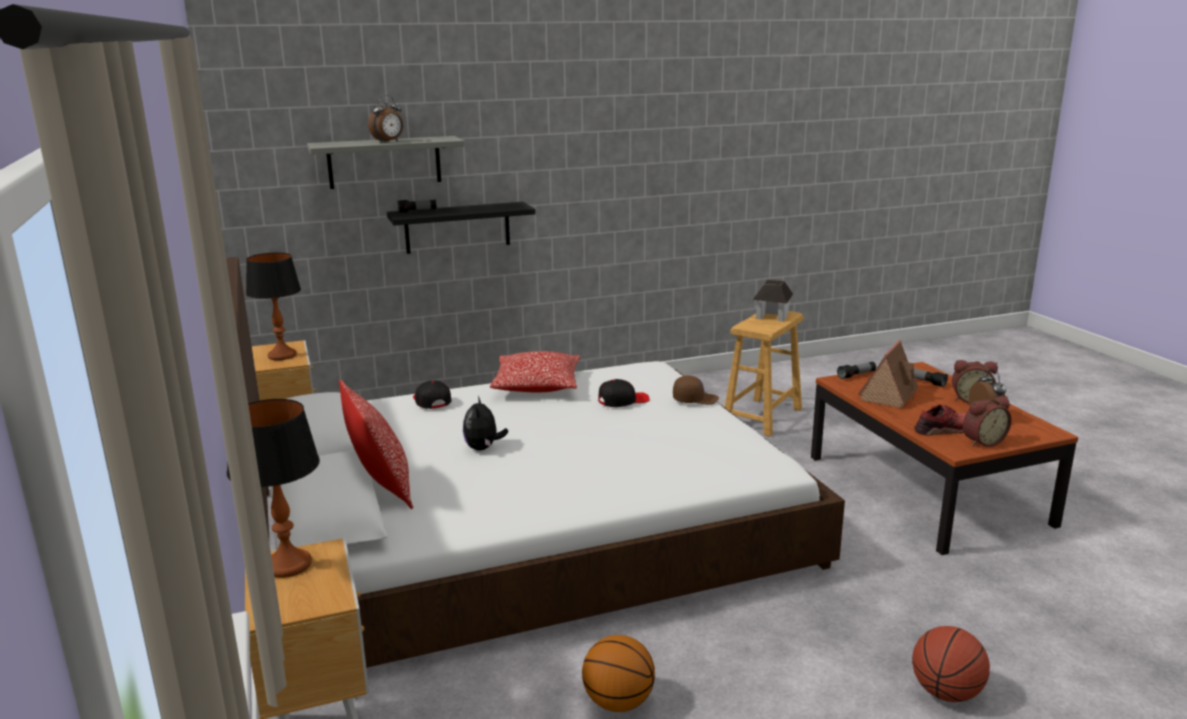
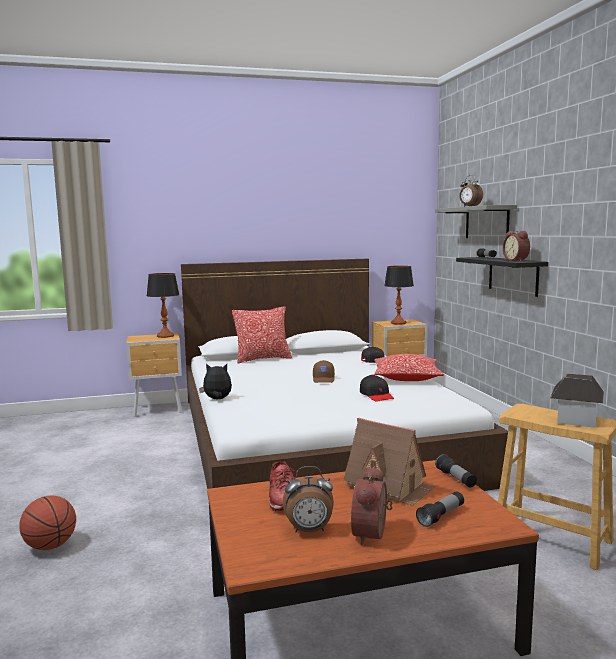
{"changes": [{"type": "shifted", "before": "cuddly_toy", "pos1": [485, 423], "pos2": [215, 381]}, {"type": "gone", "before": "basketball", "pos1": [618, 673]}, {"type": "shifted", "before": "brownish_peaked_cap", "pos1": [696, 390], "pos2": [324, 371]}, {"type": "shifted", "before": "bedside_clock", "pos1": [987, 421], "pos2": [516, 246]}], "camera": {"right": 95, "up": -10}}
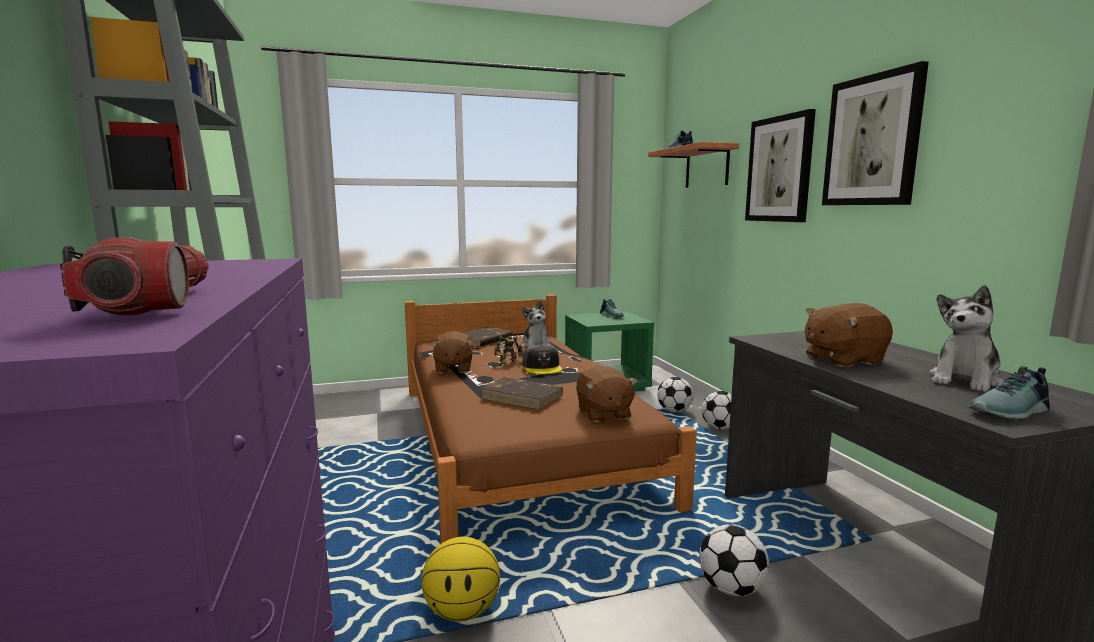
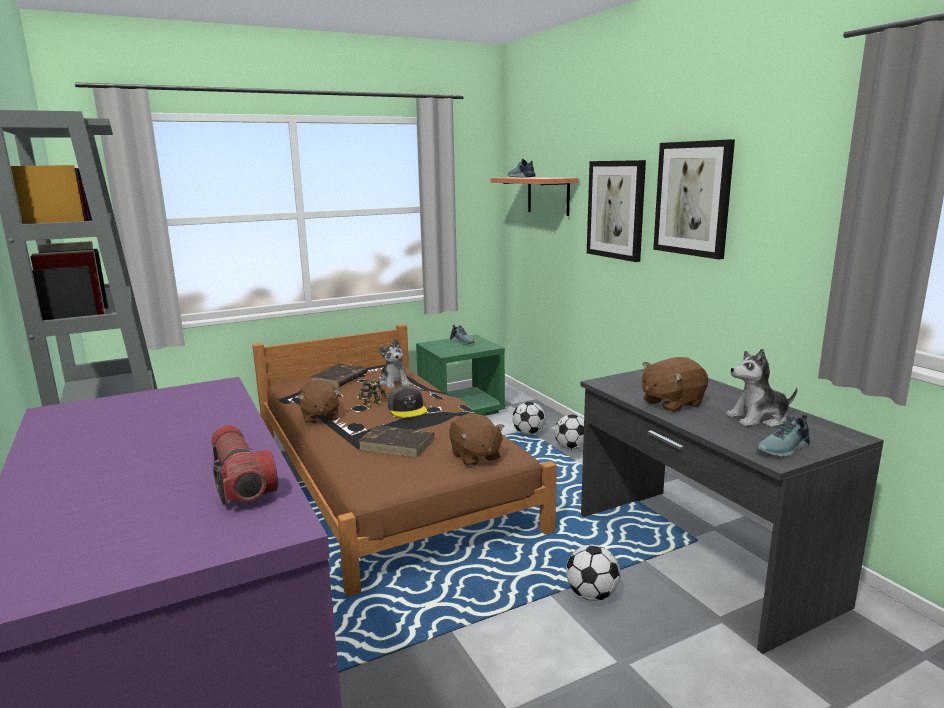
{"changes": [{"type": "gone", "before": "basketball", "pos1": [461, 579]}, {"type": "rotated", "before": "cuddly_toy", "pos1": [966, 338], "pos2": [761, 388], "turn": 45}], "camera": {"right": -10, "up": 5}}
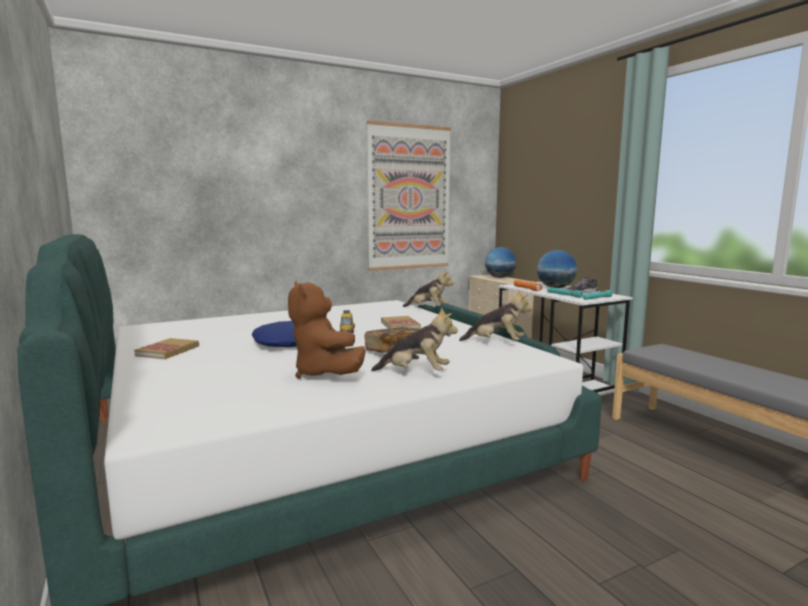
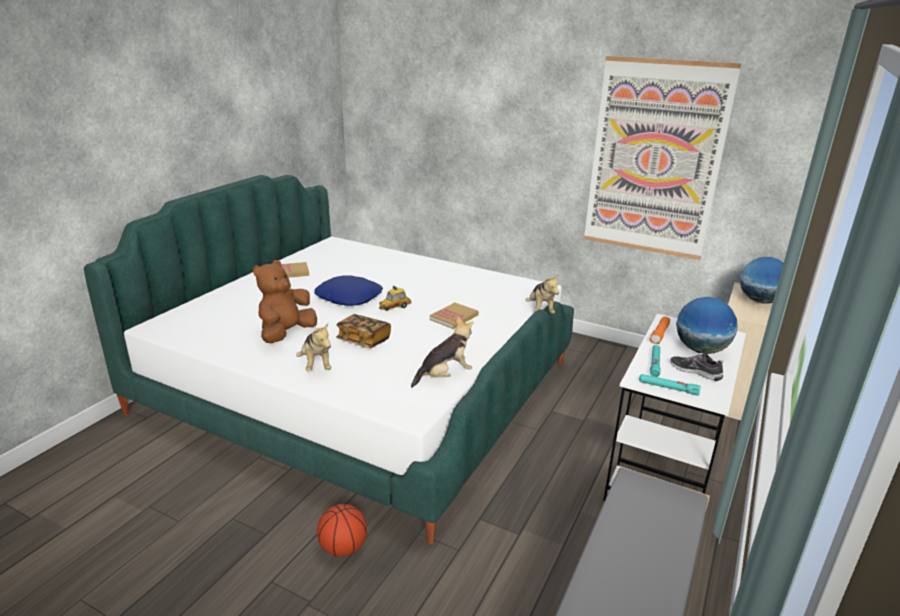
{"changes": [{"type": "rotated", "before": "cuddly_toy", "pos1": [495, 315], "pos2": [442, 352], "turn": -105}, {"type": "new", "after": "basketball", "pos2": [342, 530]}], "camera": {"right": 55, "up": 15}}
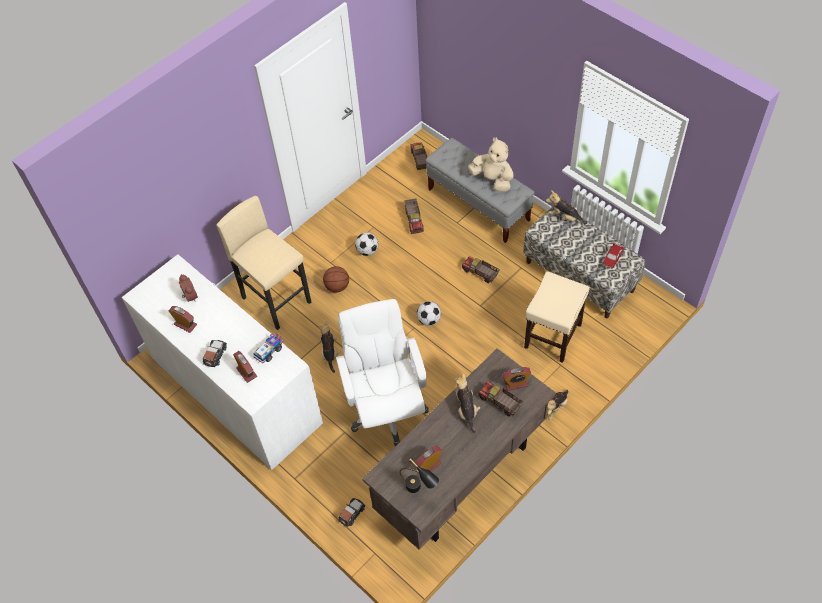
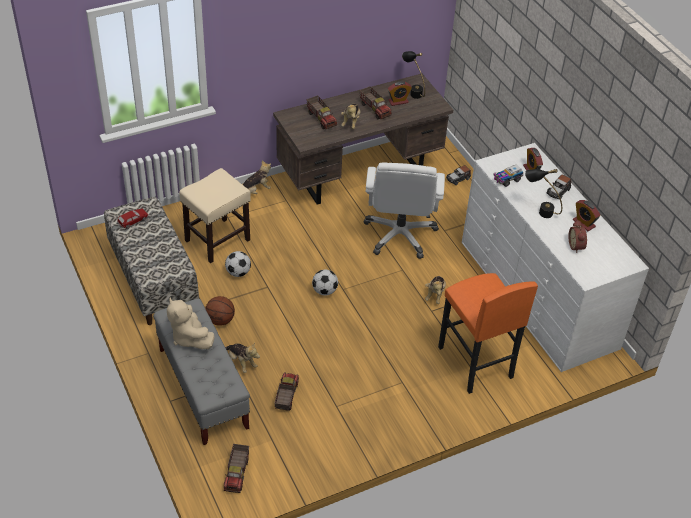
{"changes": [{"type": "repainted", "before": "beige_stool_seat", "after": "orange_stool_seat", "pos1": [263, 263], "pos2": [488, 333]}, {"type": "shifted", "before": "basketball", "pos1": [336, 279], "pos2": [220, 311]}, {"type": "shifted", "before": "ball_for_football", "pos1": [366, 244], "pos2": [238, 264]}, {"type": "shifted", "before": "model_truck", "pos1": [481, 269], "pos2": [376, 102]}, {"type": "gone", "before": "bedside_clock", "pos1": [516, 379]}, {"type": "shifted", "before": "cuddly_toy", "pos1": [566, 207], "pos2": [242, 358]}, {"type": "new", "after": "black-coloured_tabletop_lamp", "pos2": [543, 193]}], "camera": {"right": -165, "up": -10}}
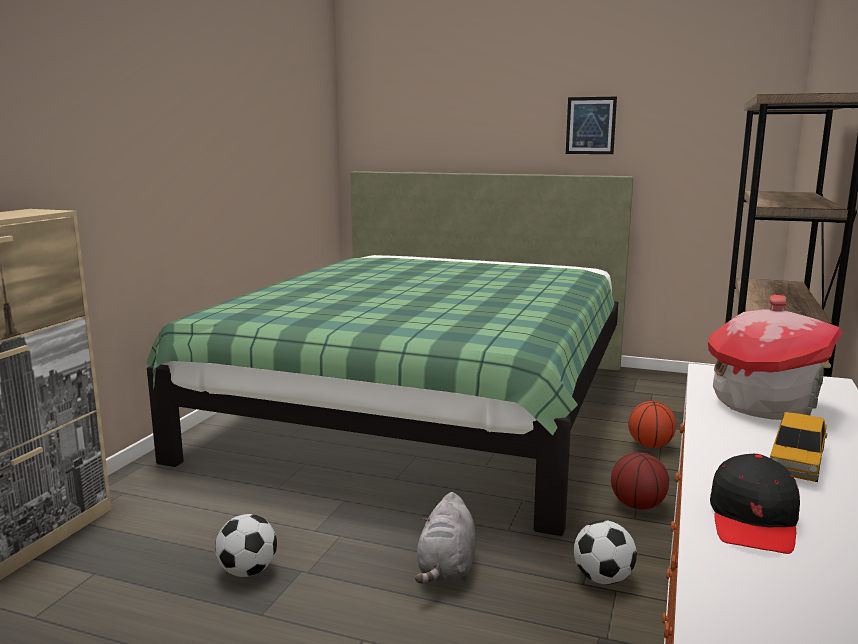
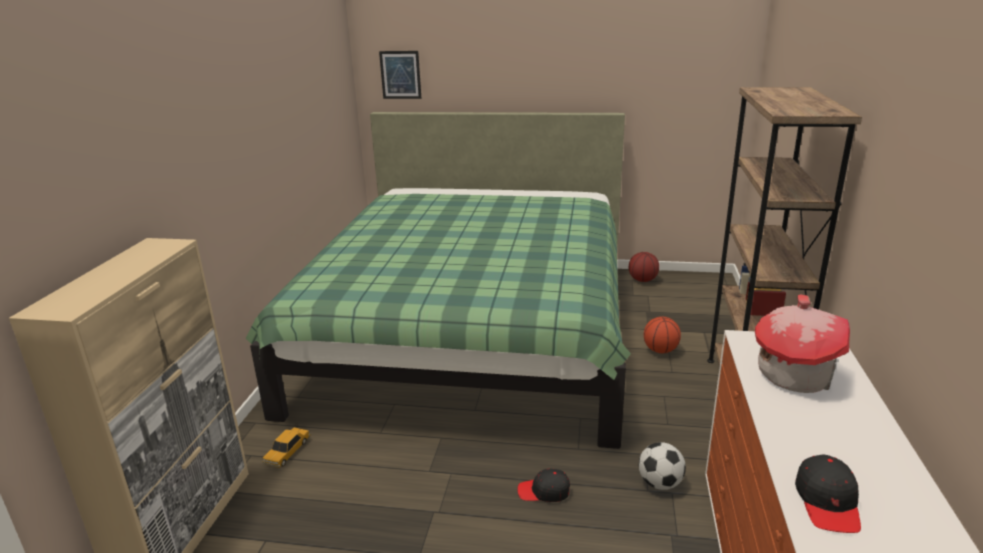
{"changes": [{"type": "gone", "before": "ball_for_football", "pos1": [246, 545]}, {"type": "swapped", "before": "greyish_cuddly_toy", "after": "black-coloured_peaked_cap", "pos1": [445, 538], "pos2": [543, 485]}, {"type": "shifted", "before": "picture", "pos1": [591, 125], "pos2": [400, 75]}, {"type": "shifted", "before": "basketball", "pos1": [640, 481], "pos2": [644, 267]}, {"type": "shifted", "before": "model_car", "pos1": [798, 447], "pos2": [287, 447]}], "camera": {"right": -10, "up": 10}}
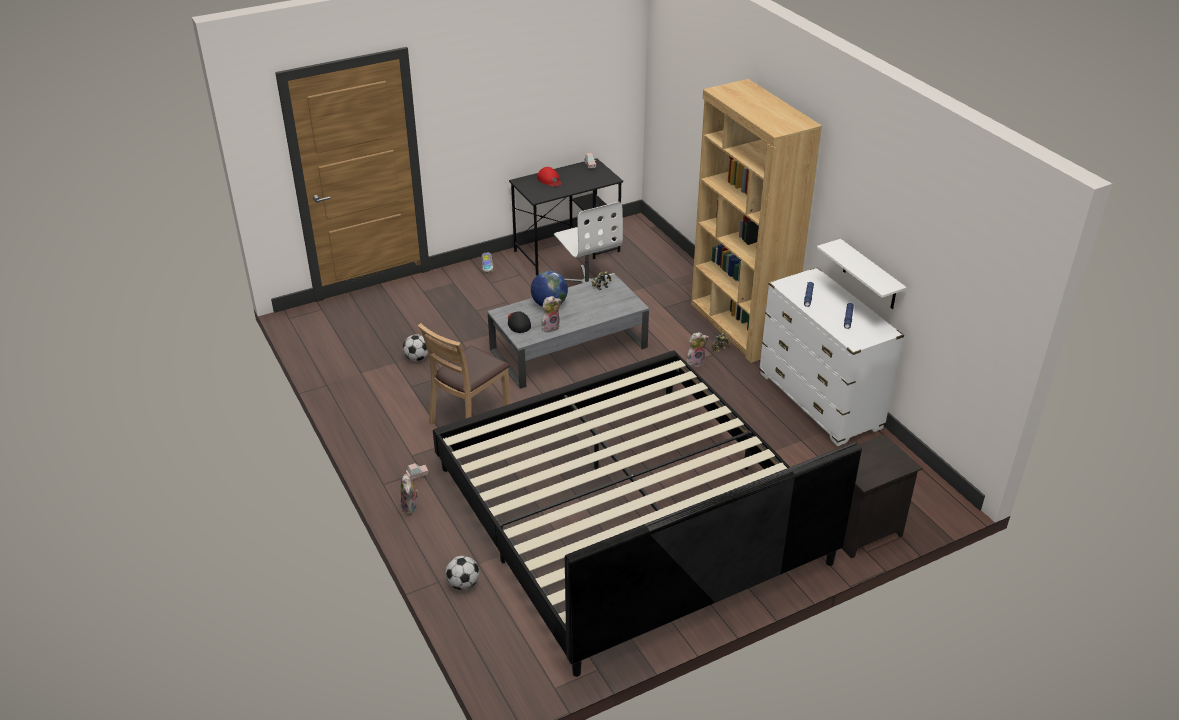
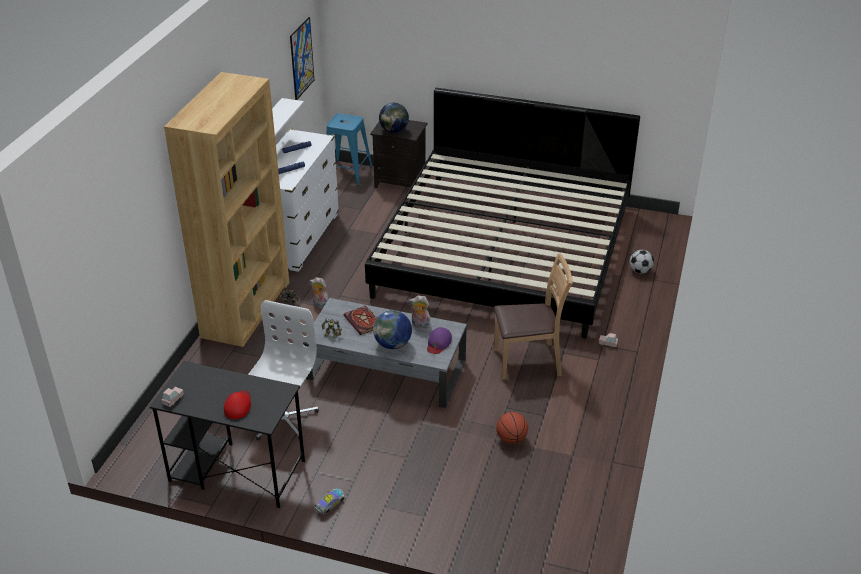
{"changes": [{"type": "gone", "before": "cuddly_toy", "pos1": [410, 494]}, {"type": "swapped", "before": "ball_for_football", "after": "basketball", "pos1": [415, 347], "pos2": [512, 428]}, {"type": "repainted", "before": "black-coloured_peaked_cap", "after": "purplish_peaked_cap", "pos1": [519, 322], "pos2": [439, 340]}, {"type": "new", "after": "picture", "pos2": [302, 58]}, {"type": "new", "after": "blue-coloured_stool_seat", "pos2": [349, 149]}, {"type": "new", "after": "volume", "pos2": [360, 320]}, {"type": "new", "after": "globe", "pos2": [394, 118]}], "camera": {"right": -135, "up": 0}}
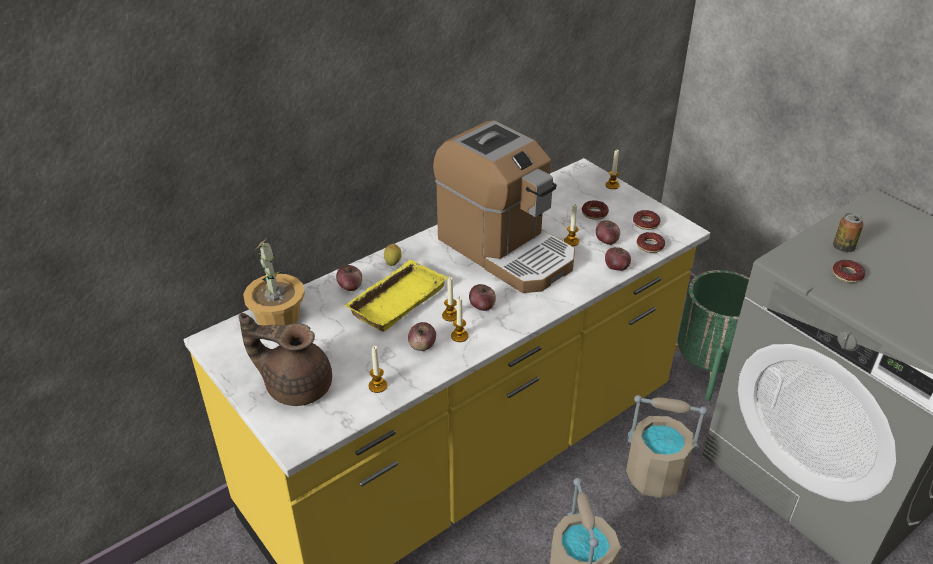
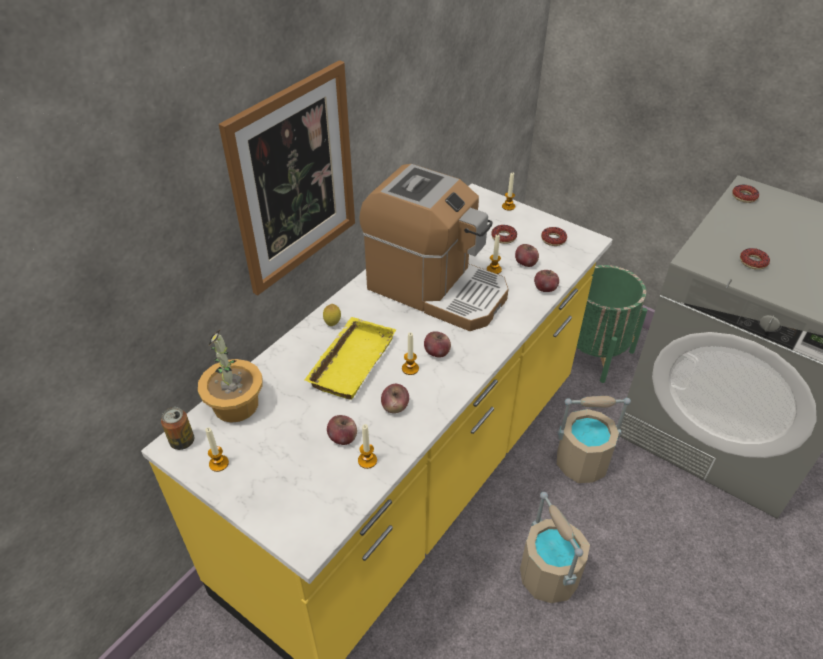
{"changes": [{"type": "gone", "before": "brownish_pot_for_tea", "pos1": [285, 359]}, {"type": "shifted", "before": "apple_fruit", "pos1": [349, 278], "pos2": [342, 430]}, {"type": "shifted", "before": "wax_light", "pos1": [459, 319], "pos2": [217, 450]}, {"type": "shifted", "before": "ring_doughnut", "pos1": [651, 242], "pos2": [745, 194]}, {"type": "shifted", "before": "metal_can", "pos1": [848, 233], "pos2": [177, 428]}, {"type": "new", "after": "picture", "pos2": [287, 177]}], "camera": {"right": -15, "up": 5}}
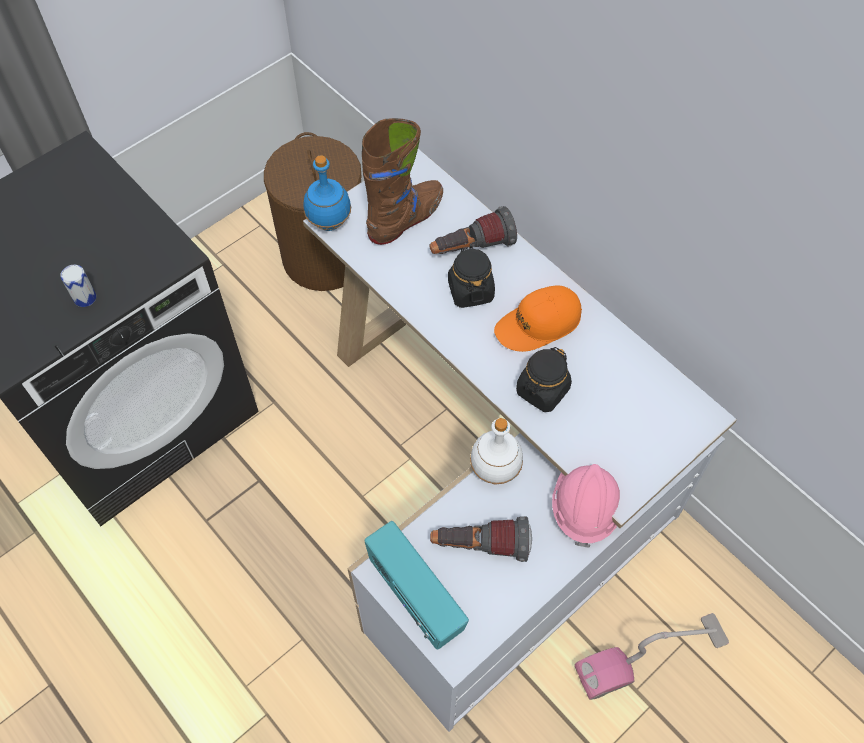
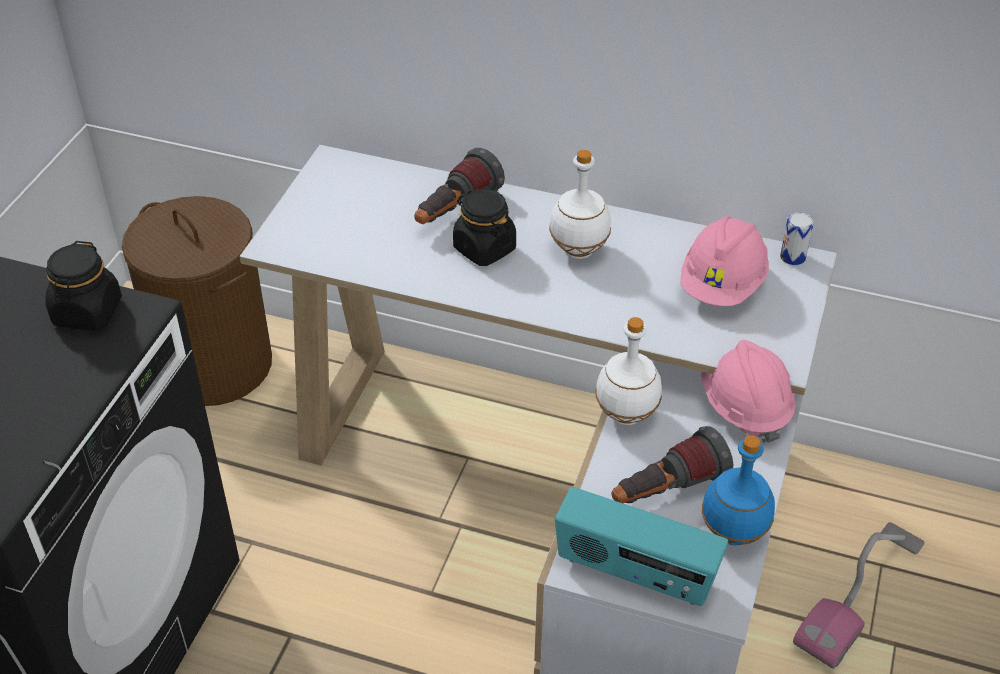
{"changes": [{"type": "shifted", "before": "metal_can", "pos1": [78, 285], "pos2": [797, 238]}, {"type": "shifted", "before": "blue-coloured_beverage_bottle", "pos1": [327, 193], "pos2": [738, 490]}, {"type": "gone", "before": "brownish_tall_boot", "pos1": [402, 181]}, {"type": "swapped", "before": "orange_peaked_cap", "after": "white_beverage_bottle", "pos1": [538, 318], "pos2": [580, 204]}, {"type": "shifted", "before": "black-coloured_jar", "pos1": [544, 379], "pos2": [83, 285]}, {"type": "new", "after": "pink_hard_hat", "pos2": [724, 261]}], "camera": {"right": -30, "up": -15}}
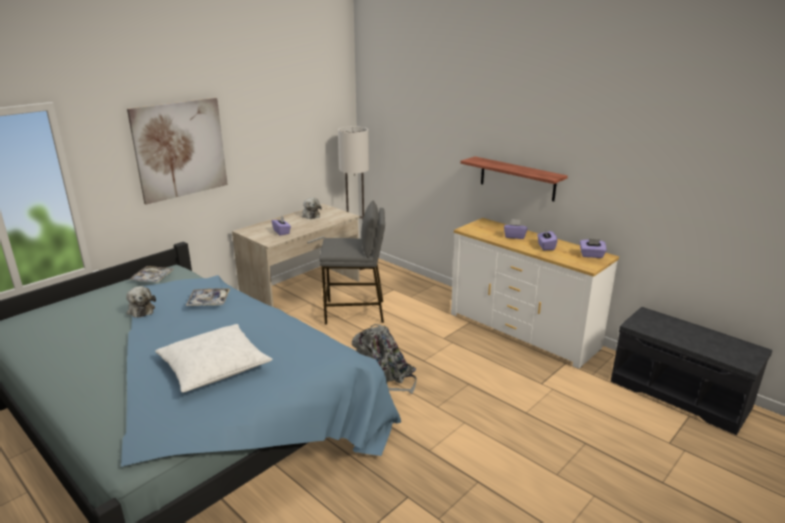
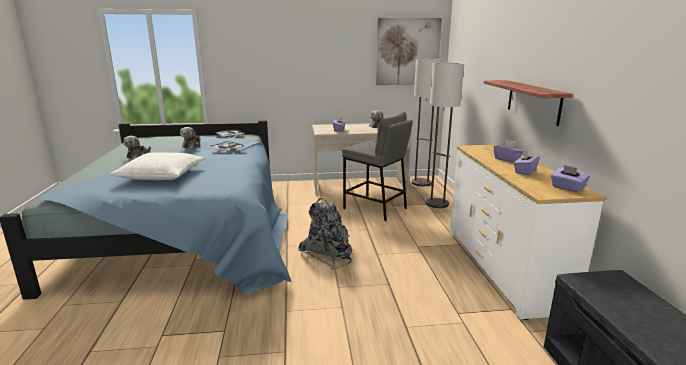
{"changes": [{"type": "shifted", "before": "picture", "pos1": [177, 151], "pos2": [409, 51]}, {"type": "new", "after": "cuddly_toy", "pos2": [137, 147]}, {"type": "new", "after": "standing_lamp", "pos2": [445, 135]}], "camera": {"right": 40, "up": -5}}
